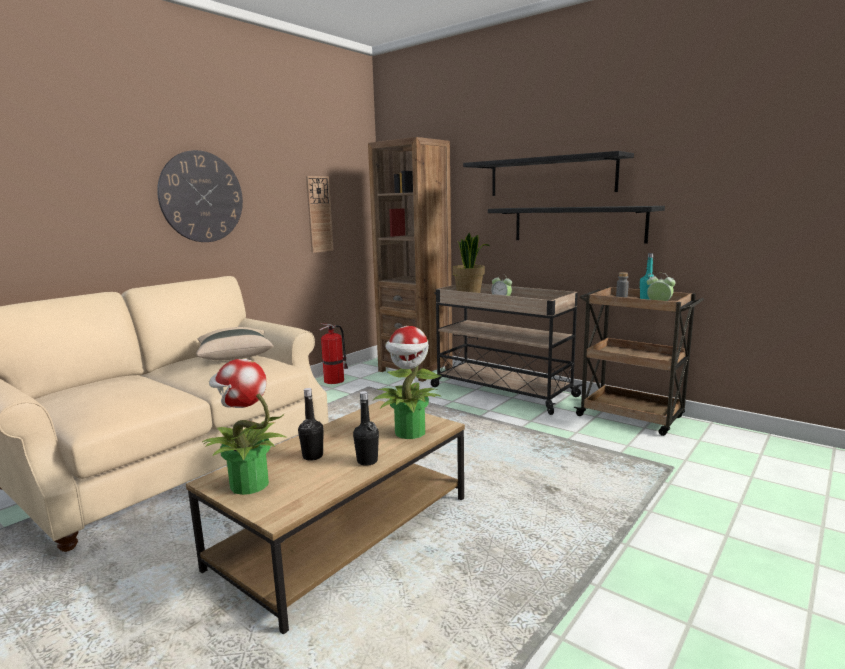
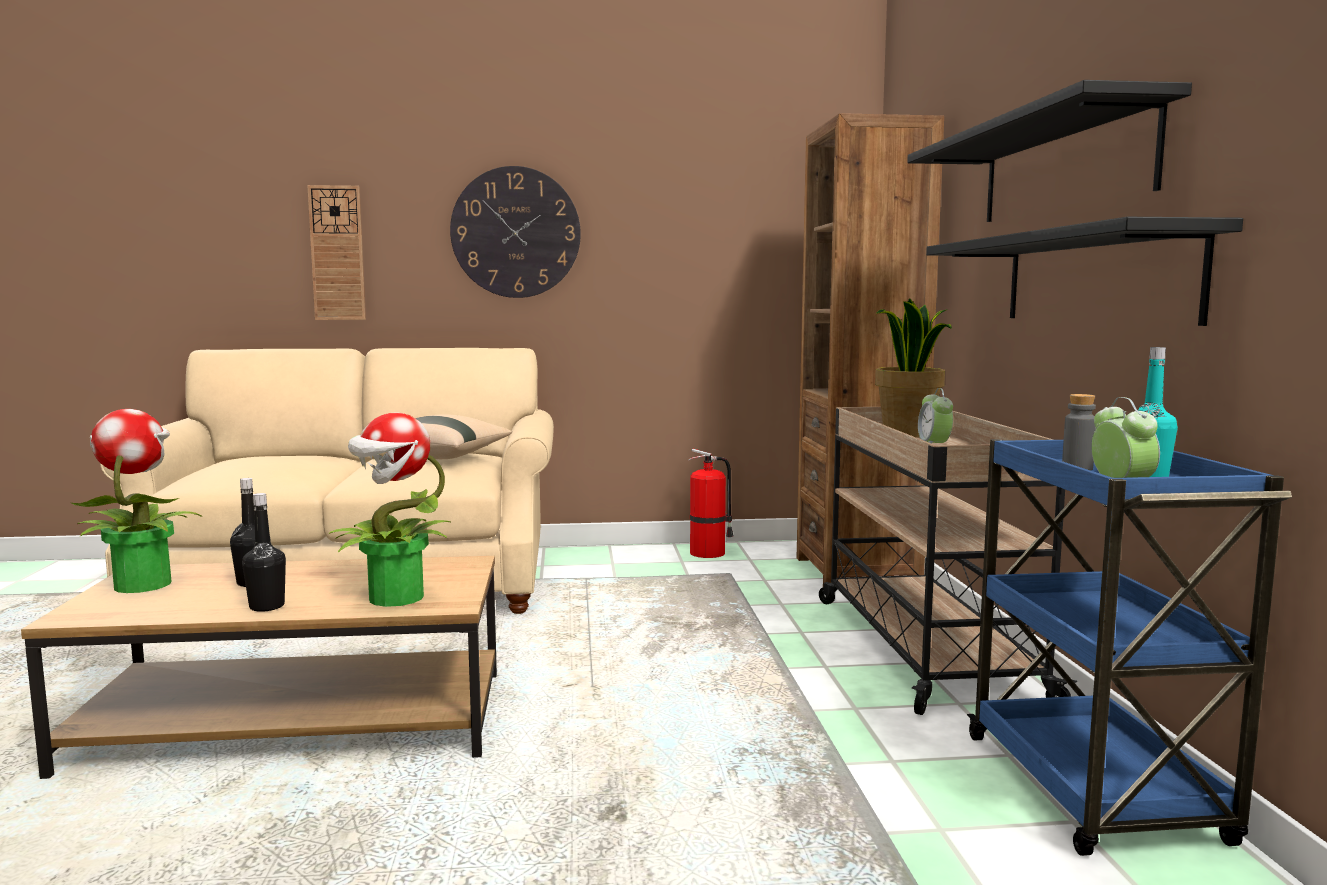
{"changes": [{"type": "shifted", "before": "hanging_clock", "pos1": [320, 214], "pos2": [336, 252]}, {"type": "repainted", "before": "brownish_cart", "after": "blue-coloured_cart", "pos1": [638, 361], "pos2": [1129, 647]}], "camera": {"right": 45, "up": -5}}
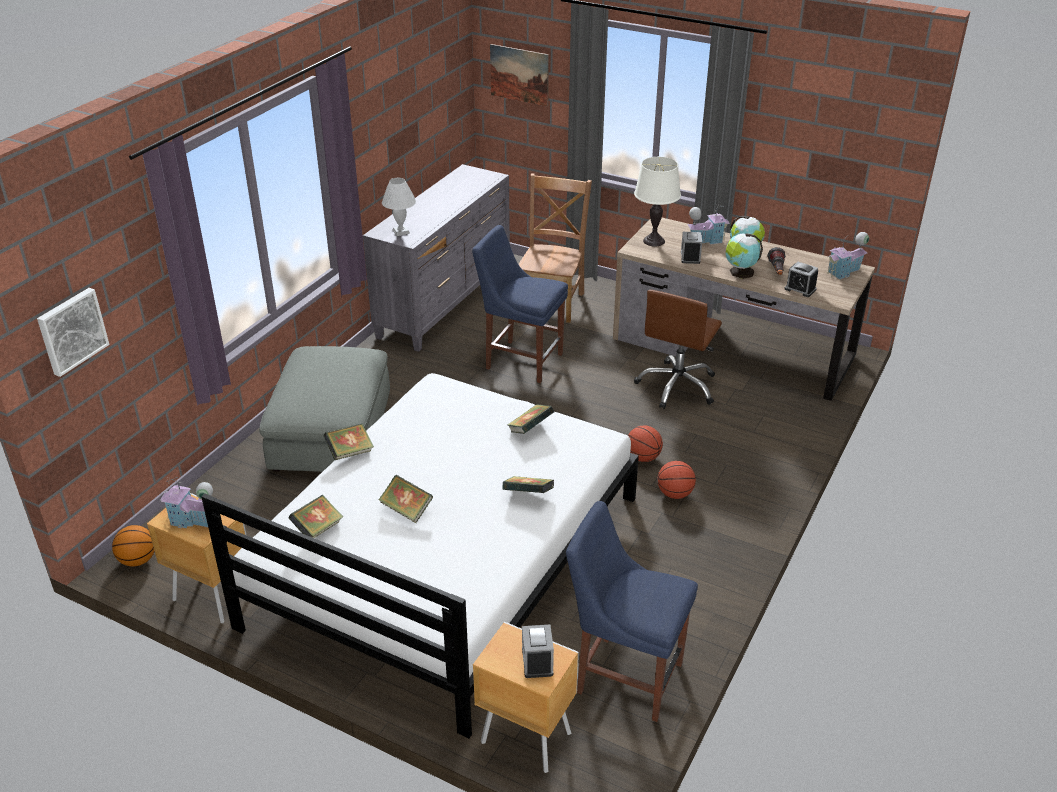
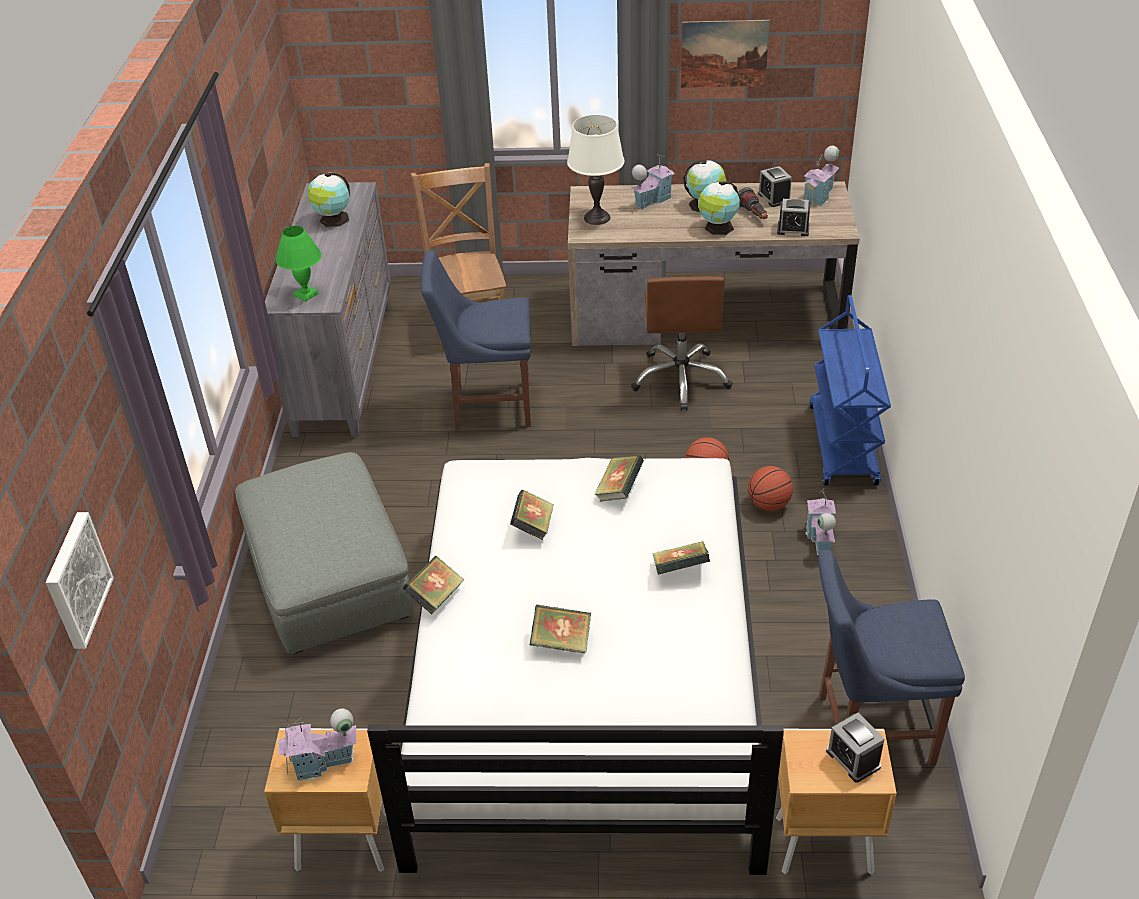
{"changes": [{"type": "gone", "before": "basketball", "pos1": [133, 546]}, {"type": "shifted", "before": "volume", "pos1": [316, 516], "pos2": [532, 515]}, {"type": "repainted", "before": "white_tabletop_lamp", "after": "green-coloured_tabletop_lamp", "pos1": [399, 207], "pos2": [299, 264]}, {"type": "shifted", "before": "picture", "pos1": [519, 75], "pos2": [725, 54]}, {"type": "shifted", "before": "bedside_clock", "pos1": [691, 248], "pos2": [775, 186]}, {"type": "new", "after": "globe", "pos2": [328, 200]}, {"type": "new", "after": "toy_house", "pos2": [820, 522]}, {"type": "new", "after": "blue-coloured_cart", "pos2": [850, 390]}], "camera": {"right": -25, "up": 5}}
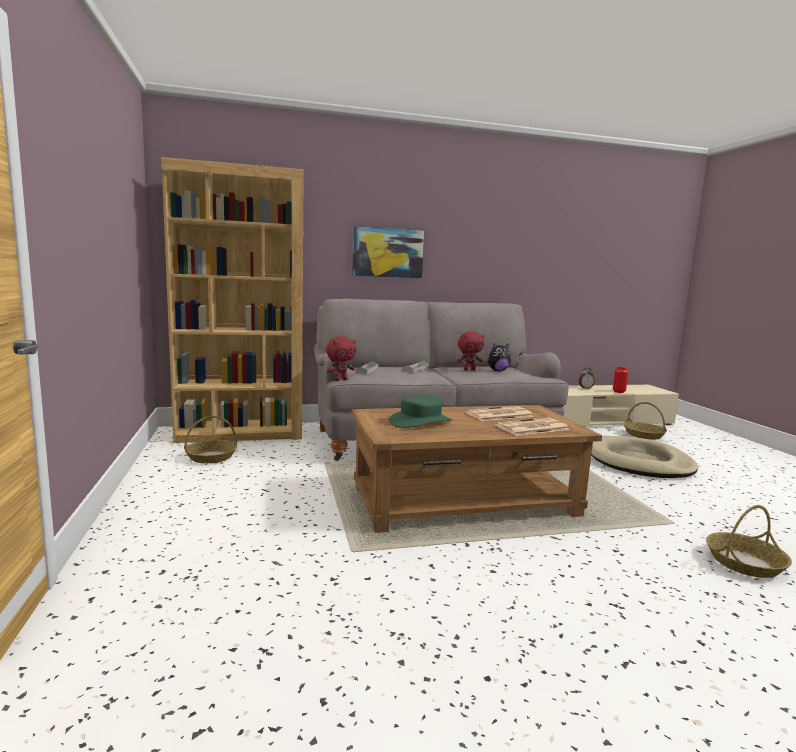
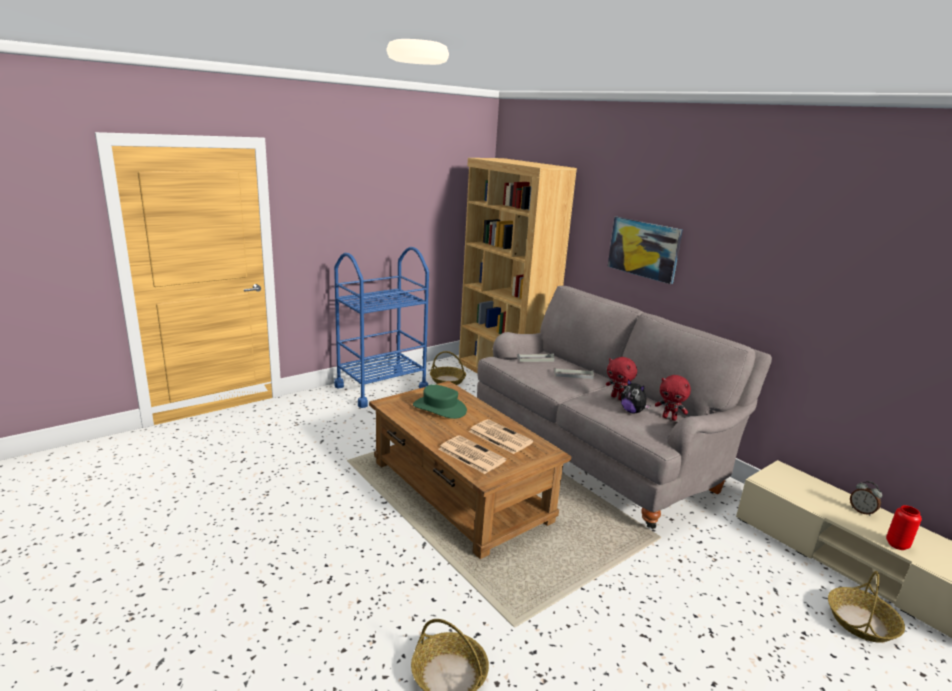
{"changes": [{"type": "shifted", "before": "reddish_cuddly_toy", "pos1": [341, 358], "pos2": [673, 398]}, {"type": "gone", "before": "beige_dog_bed", "pos1": [644, 457]}, {"type": "new", "after": "blue-coloured_cart", "pos2": [381, 327]}], "camera": {"right": 65, "up": 10}}
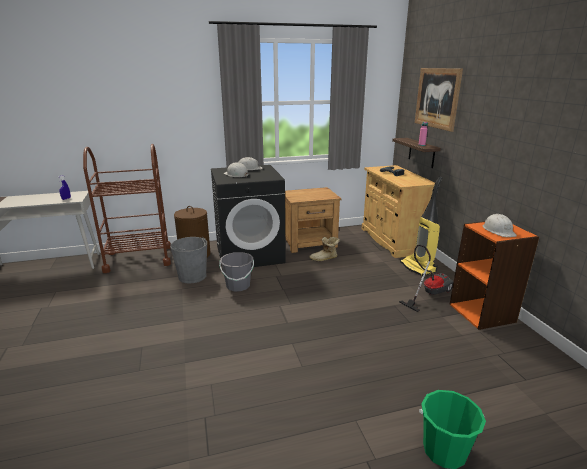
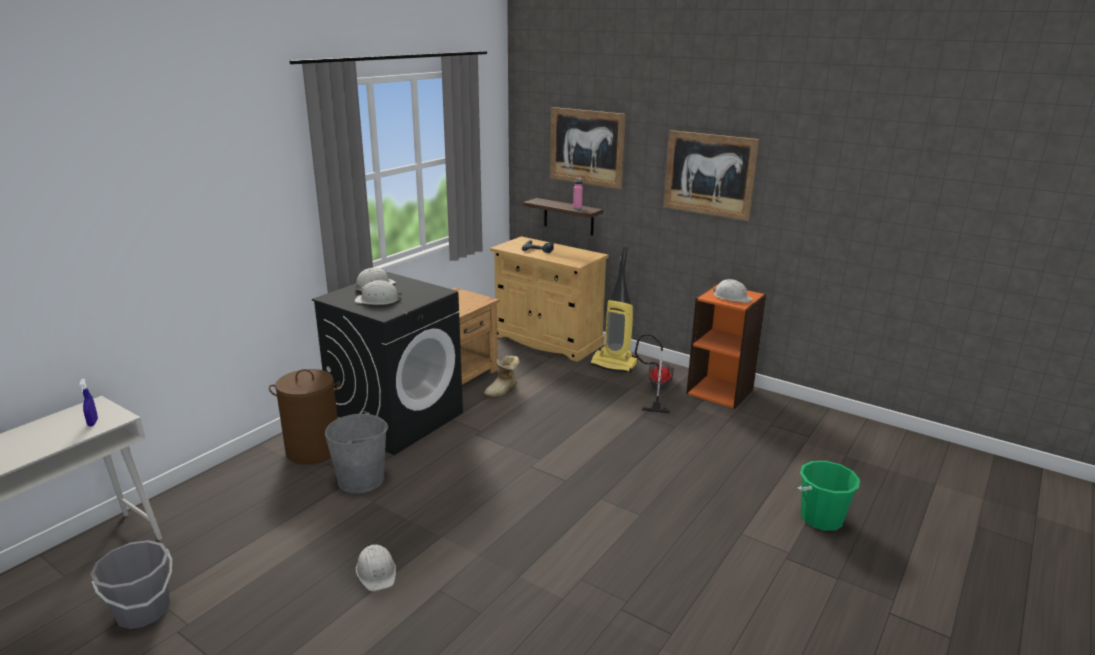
{"changes": [{"type": "gone", "before": "brownish_cart", "pos1": [127, 208]}, {"type": "shifted", "before": "greyish_bucket", "pos1": [236, 272], "pos2": [131, 584]}, {"type": "new", "after": "white_hard_hat", "pos2": [376, 568]}, {"type": "new", "after": "picture", "pos2": [711, 175]}], "camera": {"right": -40, "up": 0}}
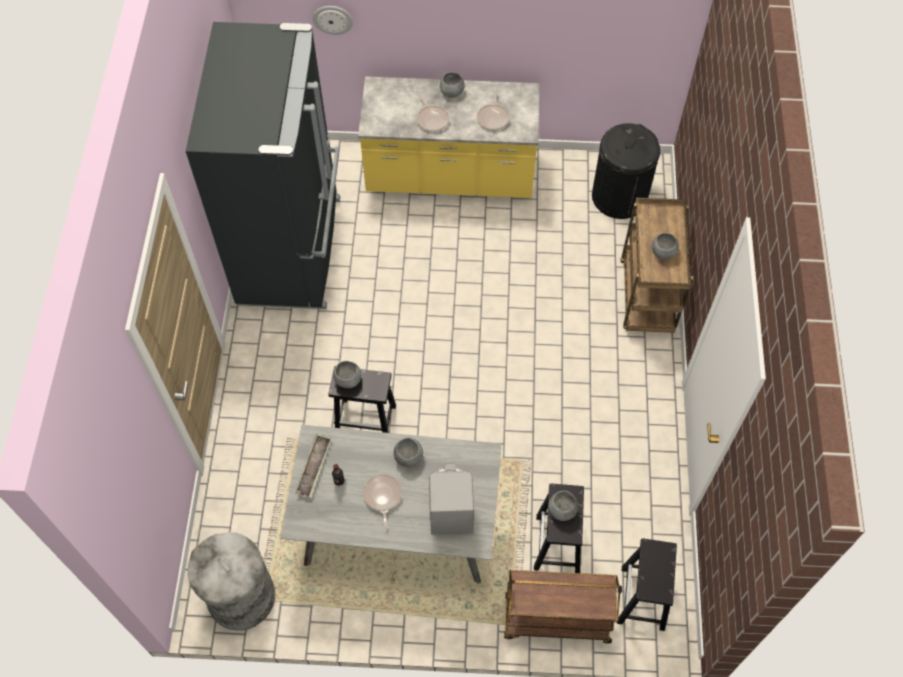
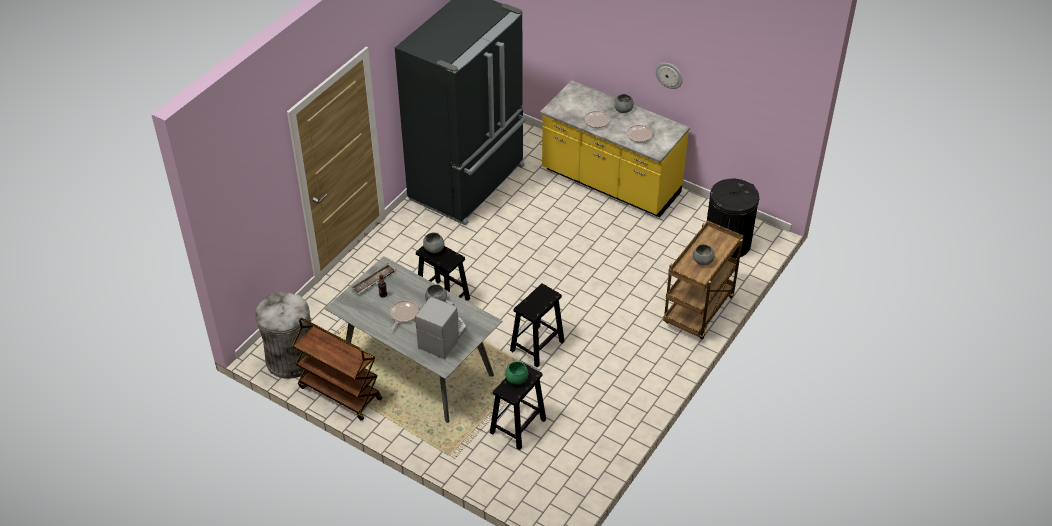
{"changes": [{"type": "shifted", "before": "hanging_clock", "pos1": [333, 20], "pos2": [669, 76]}, {"type": "shifted", "before": "brownish_cart", "pos1": [563, 607], "pos2": [337, 369]}, {"type": "repainted", "before": "greyish_bowl", "after": "green-coloured_bowl", "pos1": [563, 505], "pos2": [516, 373]}, {"type": "shifted", "before": "black-coloured_stool_seat", "pos1": [647, 584], "pos2": [537, 325]}], "camera": {"right": 30, "up": -15}}
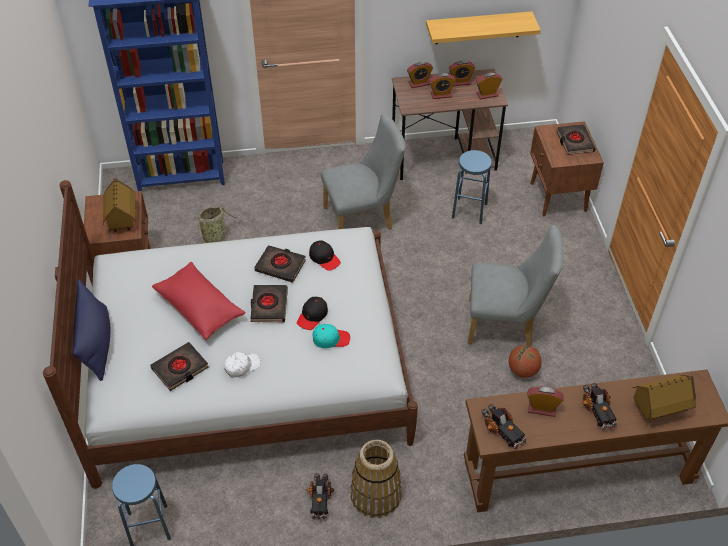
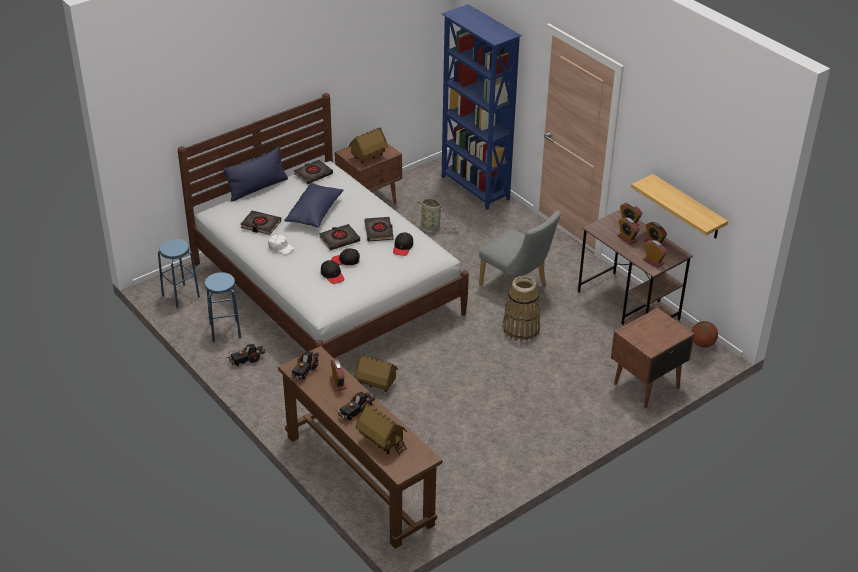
{"changes": [{"type": "repainted", "before": "reddish_cushion", "after": "blue-coloured_cushion", "pos1": [199, 301], "pos2": [314, 205]}, {"type": "repainted", "before": "blue-green_peaked_cap", "after": "black-coloured_peaked_cap", "pos1": [331, 336], "pos2": [332, 272]}, {"type": "shifted", "before": "basket", "pos1": [376, 479], "pos2": [521, 308]}, {"type": "shifted", "before": "blue-coloured_stool_seat", "pos1": [472, 187], "pos2": [223, 307]}, {"type": "gone", "before": "greyish_plain_chair", "pos1": [516, 285]}, {"type": "shifted", "before": "basketball", "pos1": [525, 361], "pos2": [704, 334]}, {"type": "shifted", "before": "black-coloured_volume", "pos1": [576, 139], "pos2": [313, 172]}, {"type": "new", "after": "toy_house", "pos2": [376, 373]}], "camera": {"right": 60, "up": -10}}
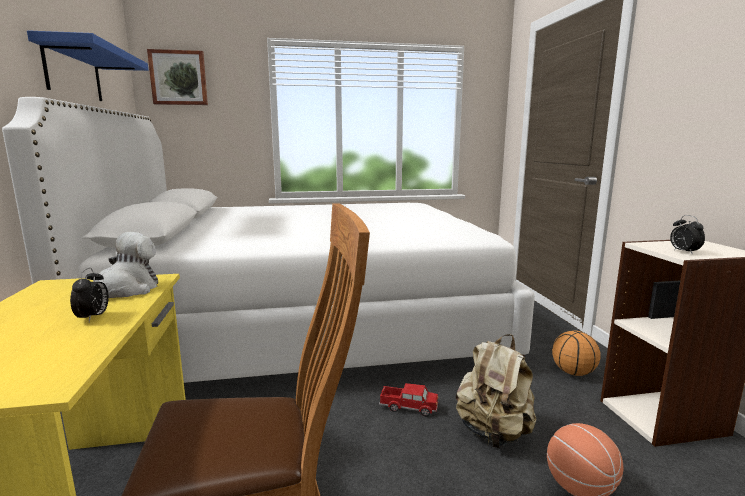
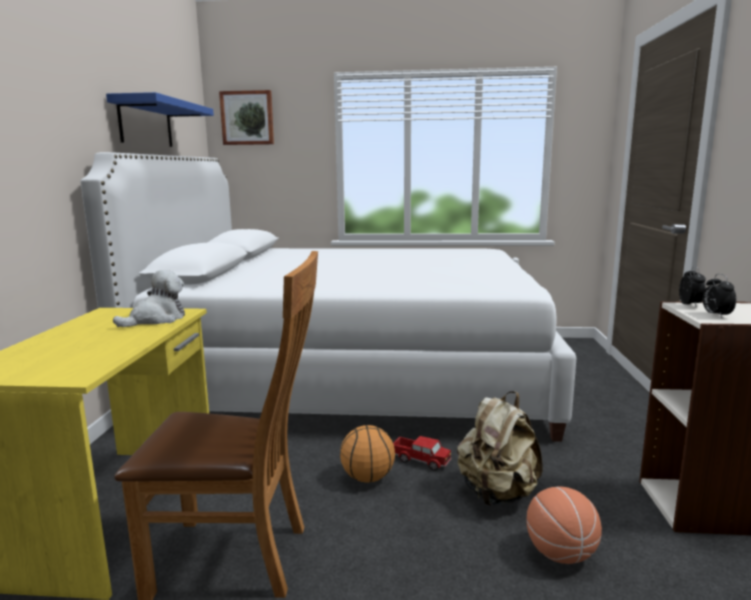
{"changes": [{"type": "shifted", "before": "bedside_clock", "pos1": [89, 295], "pos2": [692, 286]}, {"type": "shifted", "before": "basketball", "pos1": [576, 353], "pos2": [367, 453]}], "camera": {"right": 15, "up": 0}}
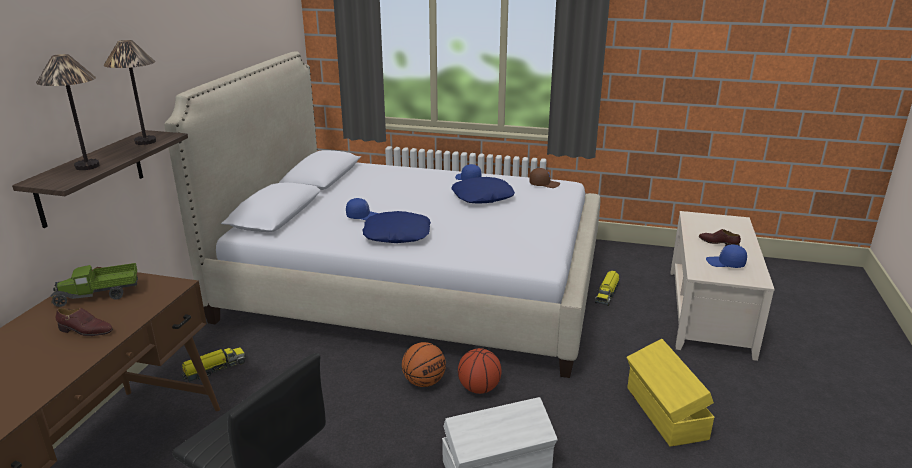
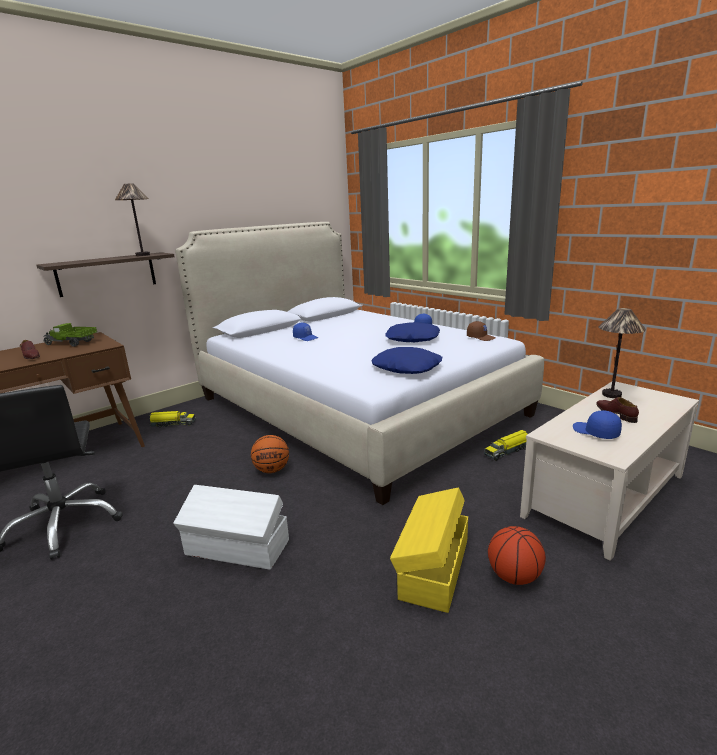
{"changes": [{"type": "shifted", "before": "tabletop_lamp", "pos1": [67, 112], "pos2": [622, 353]}, {"type": "shifted", "before": "blue-coloured_cushion", "pos1": [397, 227], "pos2": [406, 360]}, {"type": "shifted", "before": "basketball", "pos1": [480, 371], "pos2": [517, 555]}], "camera": {"right": 35, "up": -5}}
